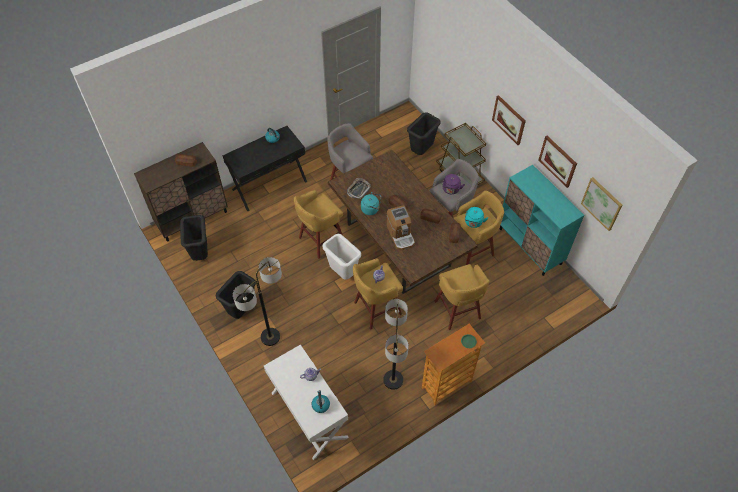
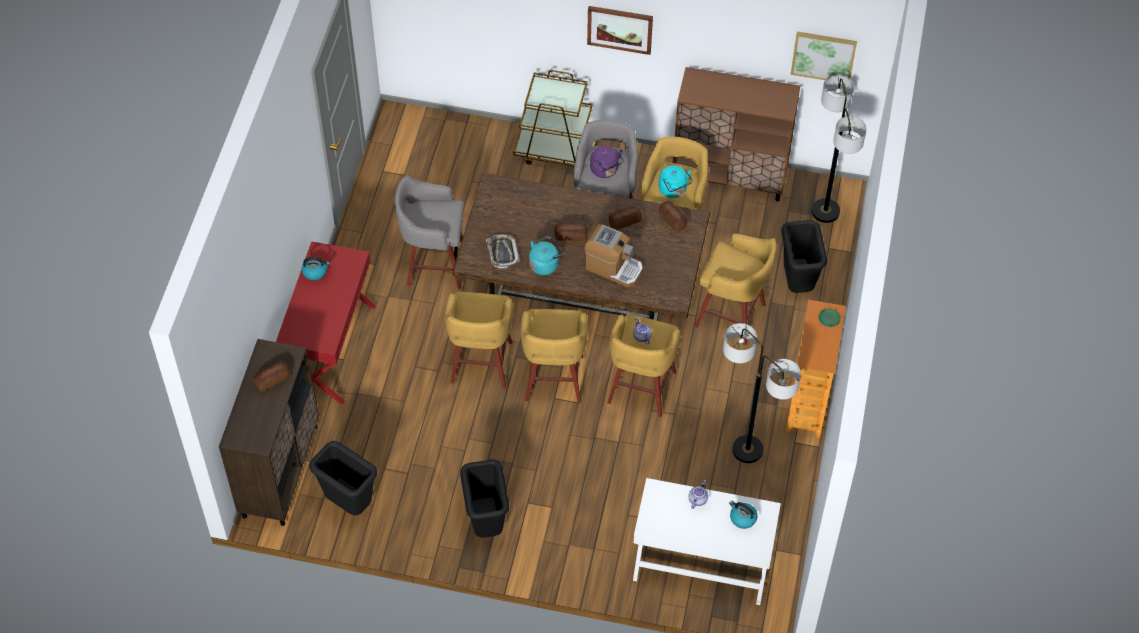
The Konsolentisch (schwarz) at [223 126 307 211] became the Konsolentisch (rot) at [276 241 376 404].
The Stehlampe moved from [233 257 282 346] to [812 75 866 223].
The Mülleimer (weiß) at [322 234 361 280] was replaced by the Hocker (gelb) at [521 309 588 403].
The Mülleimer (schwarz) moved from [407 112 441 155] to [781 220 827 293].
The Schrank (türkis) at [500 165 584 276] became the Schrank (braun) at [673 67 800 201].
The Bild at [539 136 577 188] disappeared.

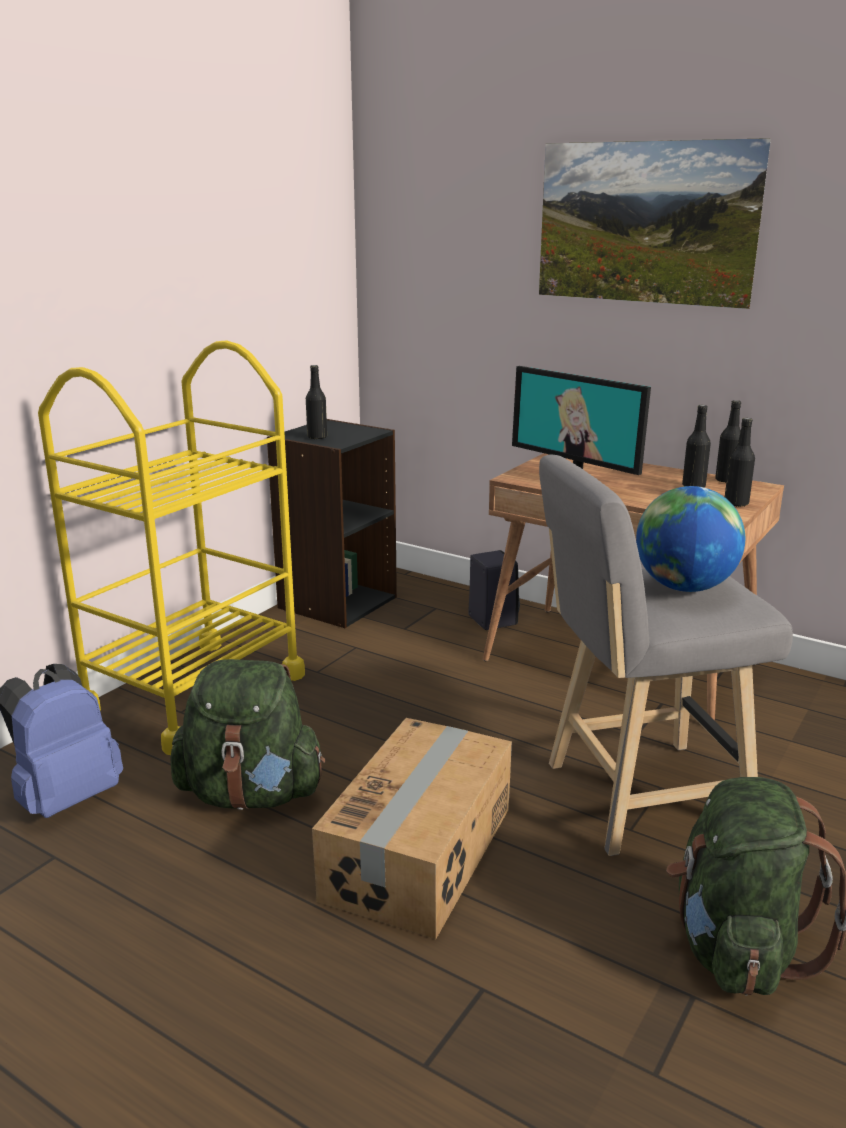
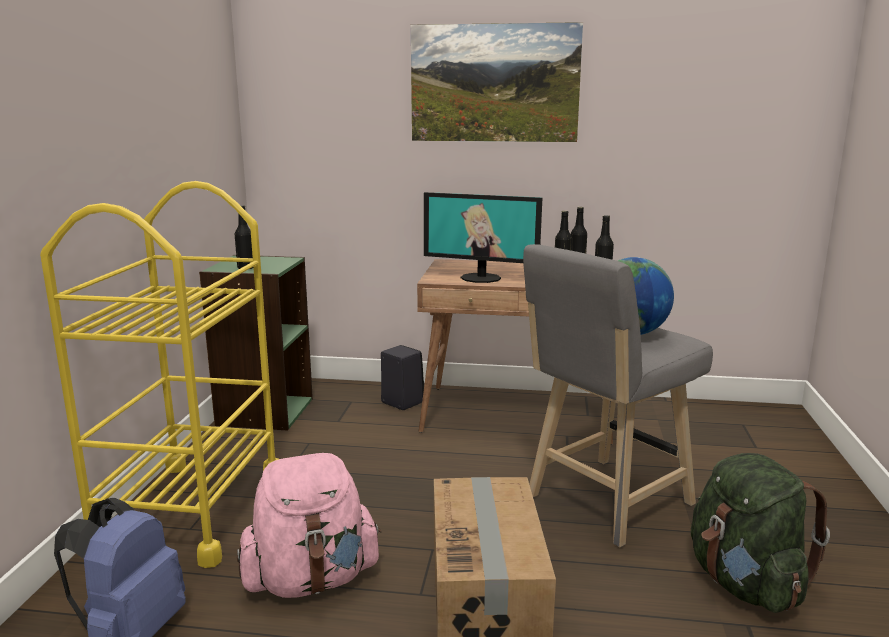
The Rucksack (grün) at [170 659 325 810] became the Rucksack (rosa) at [237 453 381 598].
The Bücherregal (schwarz) at [267 419 397 628] became the Bücherregal (grün) at [199 255 313 431].

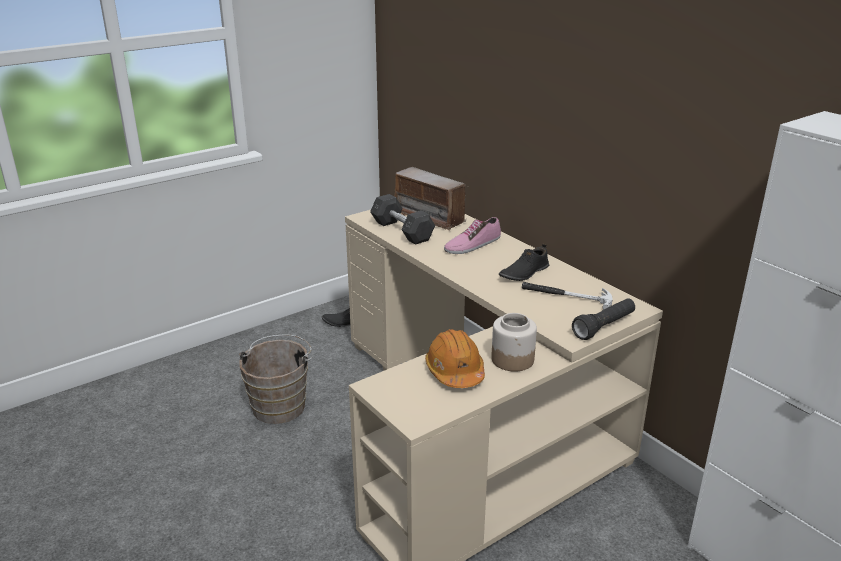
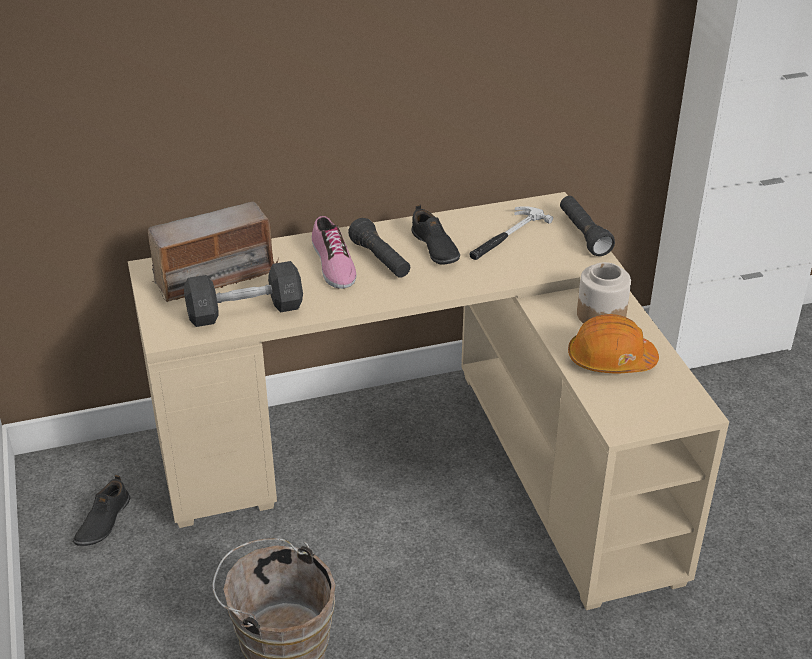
The Taschenlampe (schwarz) at [348 218 410 278] appeared.

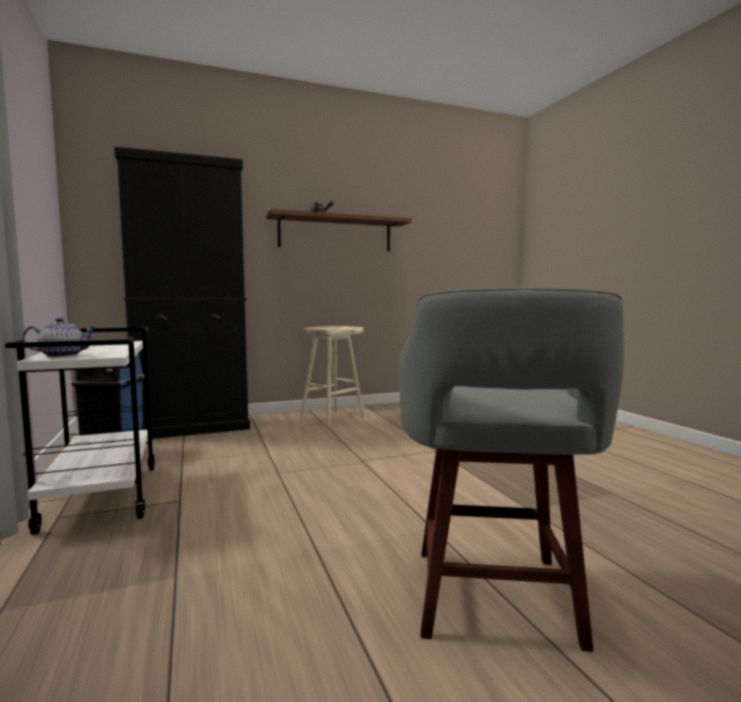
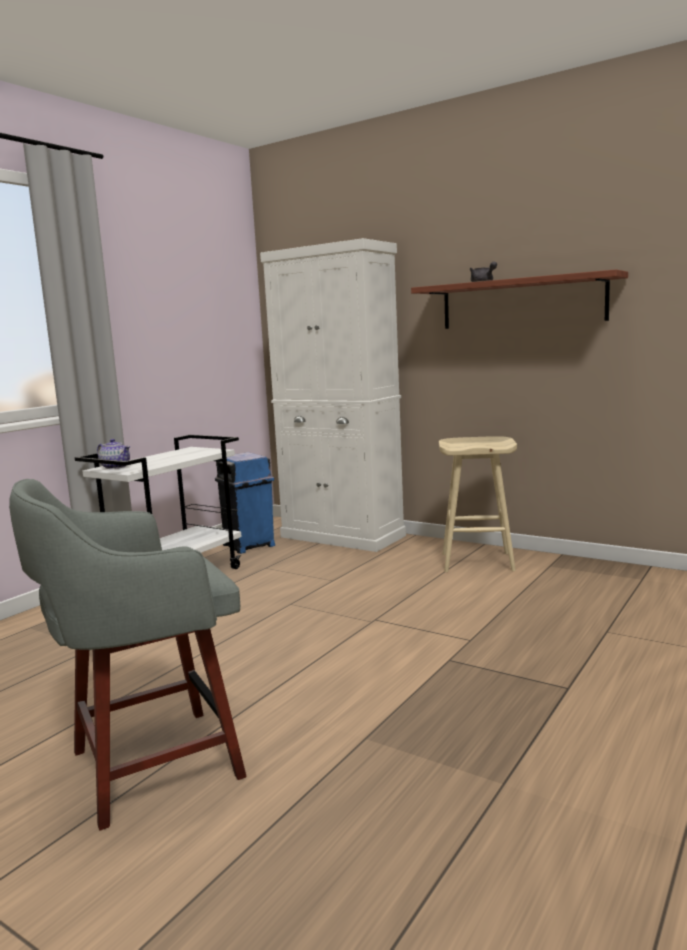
The Schrank (schwarz) at [114 147 250 439] became the Schrank (weiß) at [260 238 406 552].

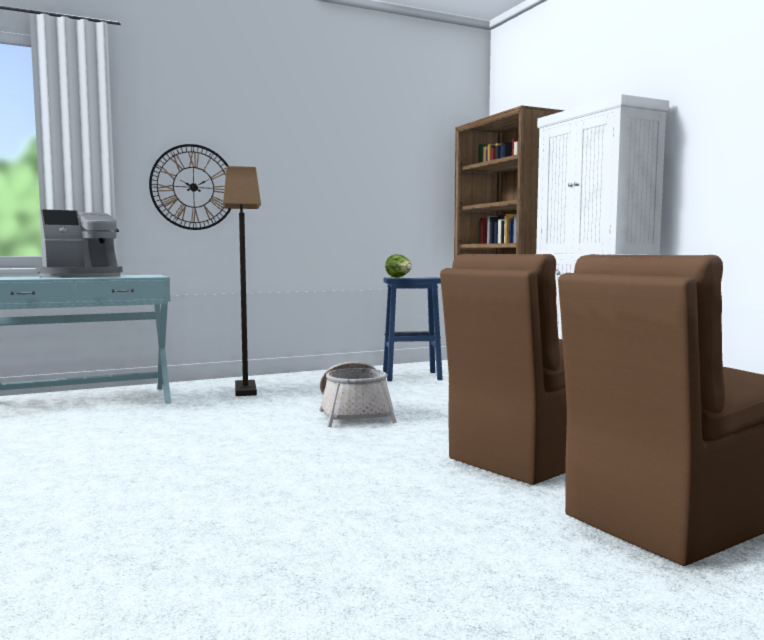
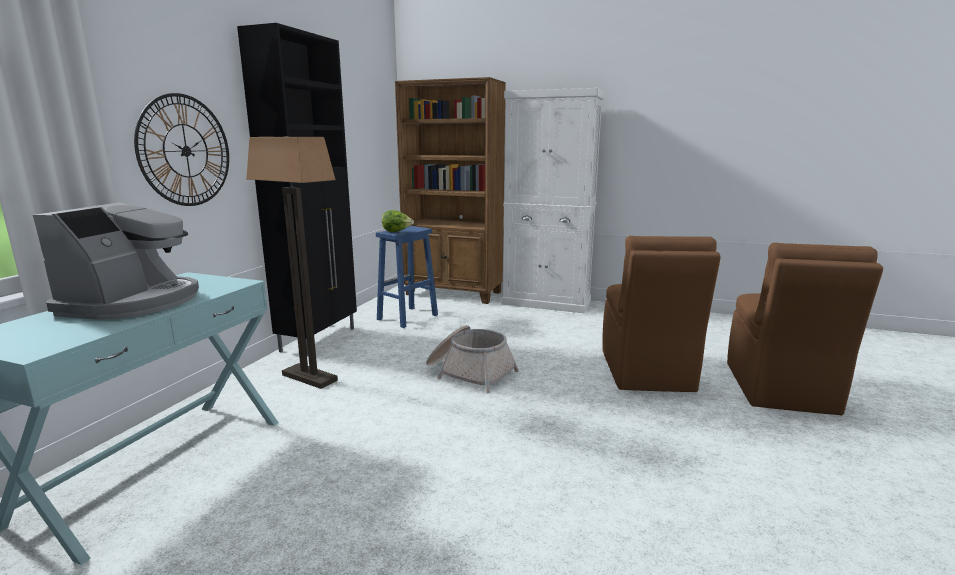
The Schrank (schwarz) at [237 23 357 357] appeared.

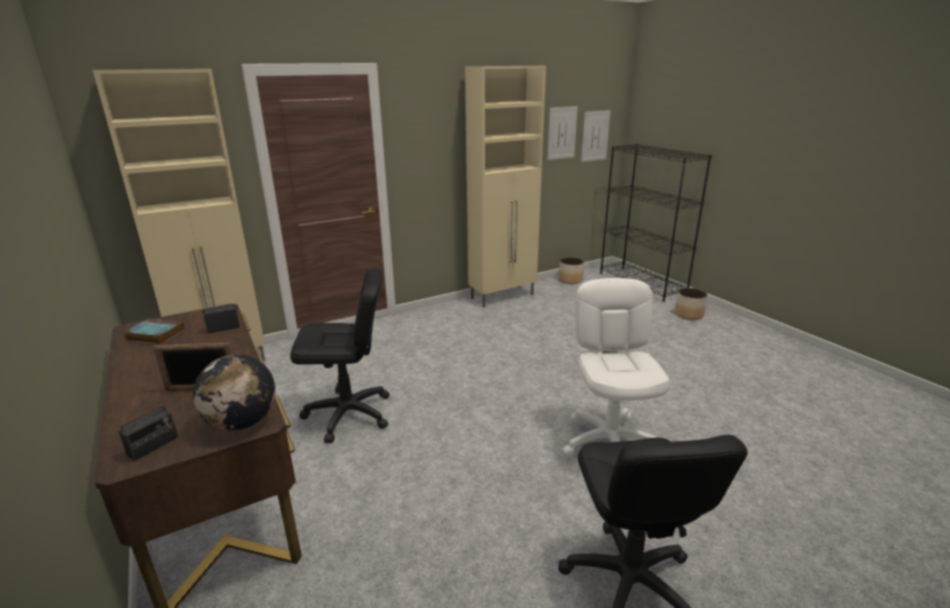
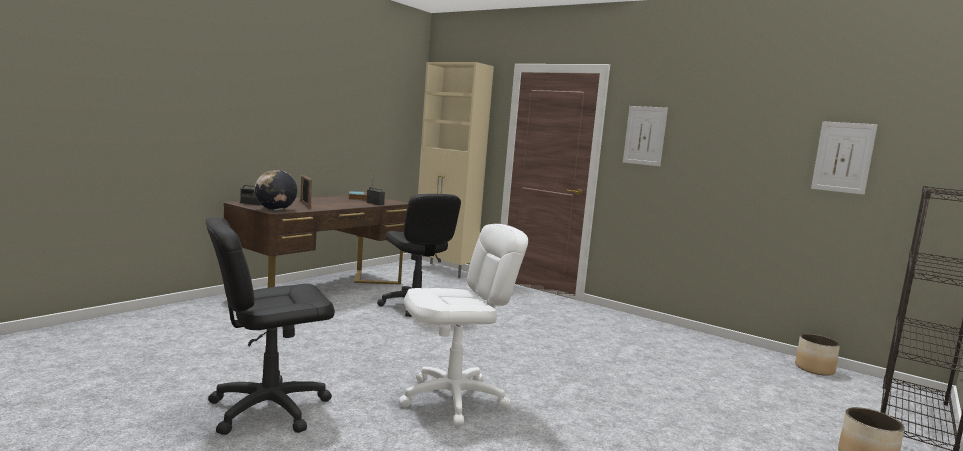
The Schrank (beige) at [465 66 546 307] disappeared.
The Bild moved from [581 110 611 162] to [623 106 668 166].

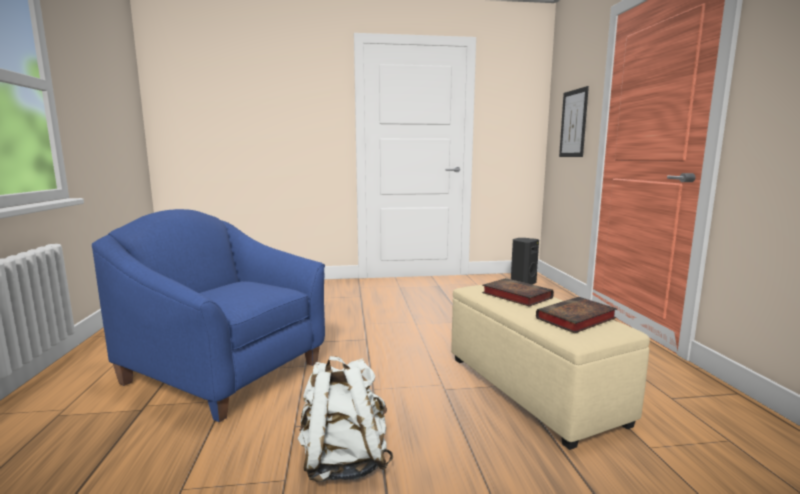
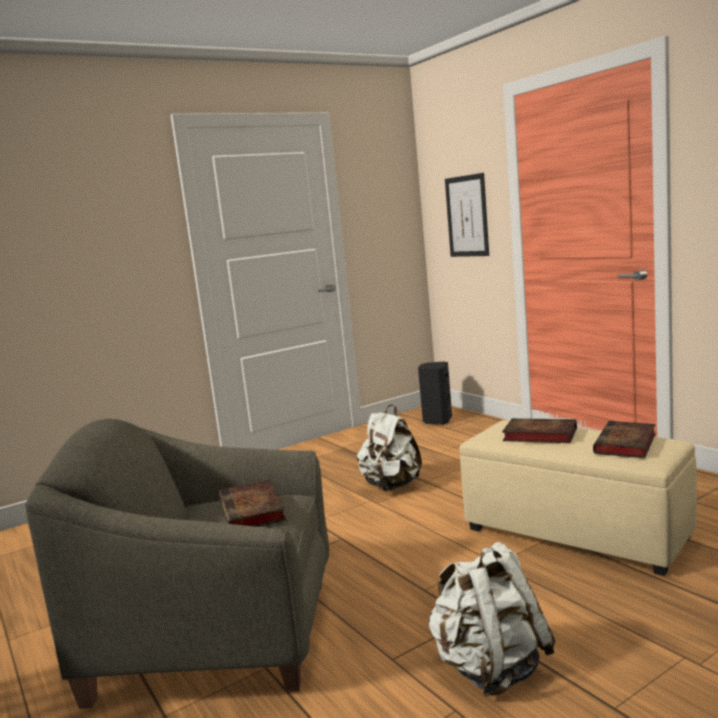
The Sessel (blau) at [92 209 325 422] became the Sessel (grau) at [25 419 329 709].
The Buch at [219 480 286 527] appeared.
The Rucksack (weiß) at [357 404 422 491] appeared.

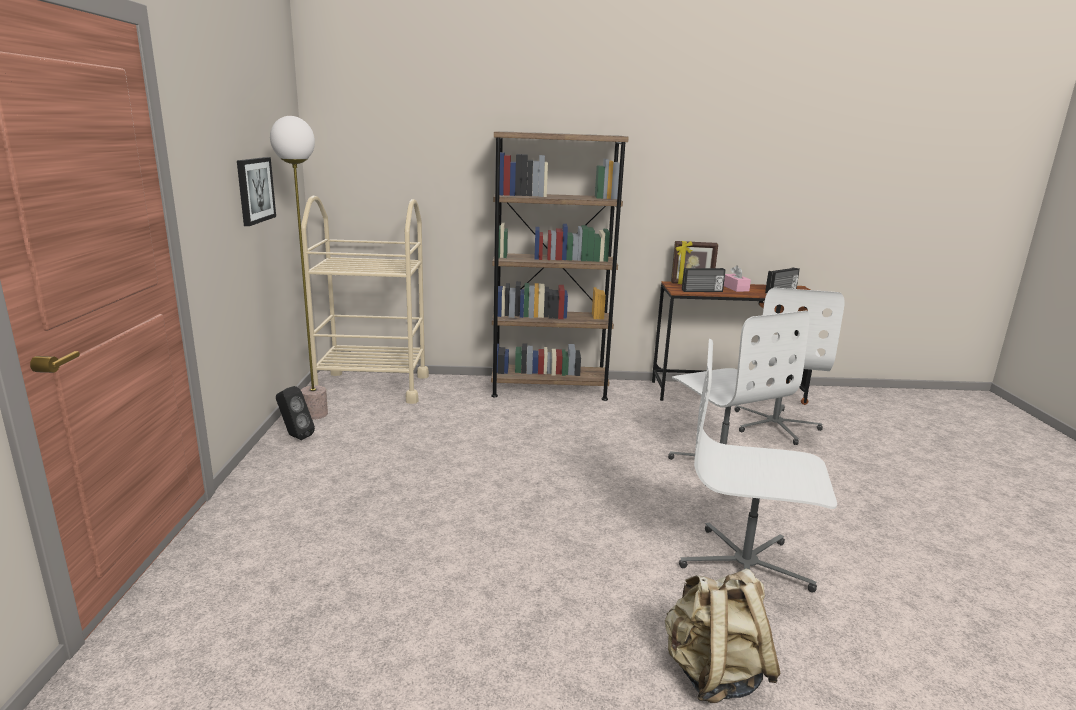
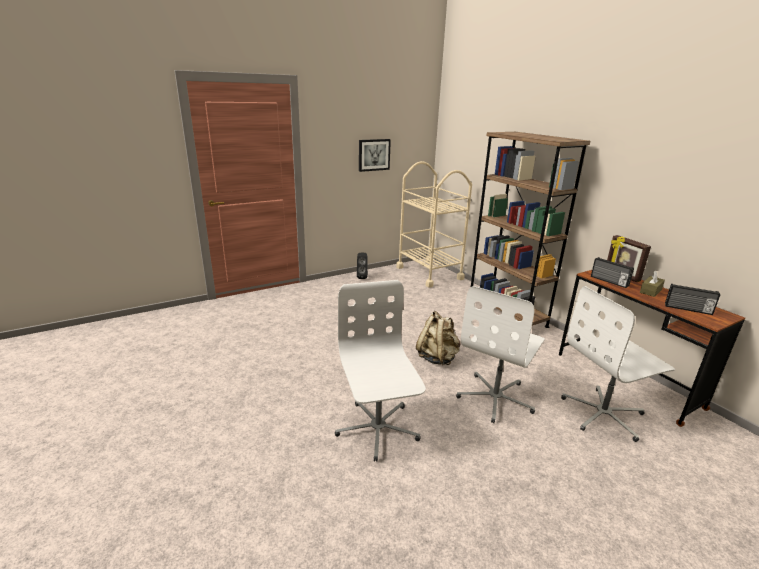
The Stehlampe at [270 116 328 420] disappeared.
The Rucksack (beige) moved from [665 569 781 703] to [416 311 461 365].
The Taschentuchbox (rosa) at [724 265 751 292] became the Taschentuchbox (braun) at [640 271 665 297].

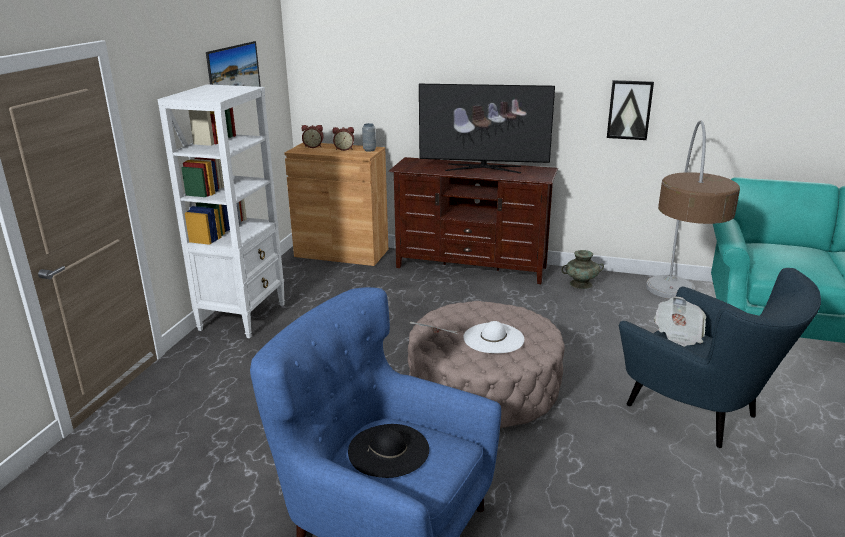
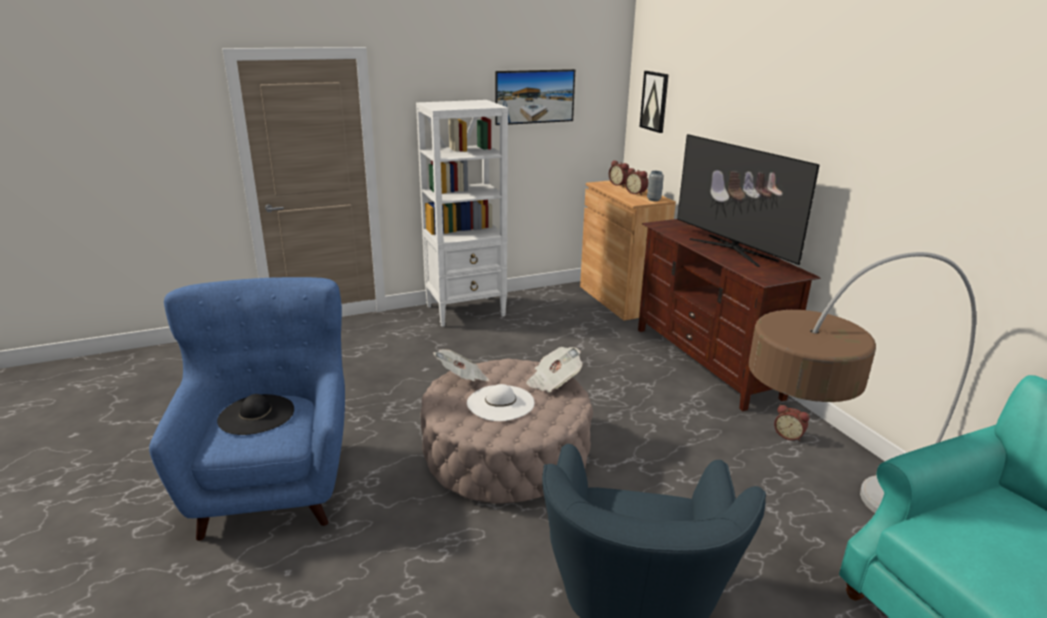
The Vase (türkis) at [561 250 604 289] was replaced by the Wecker at [774 405 810 441].
The Bild moved from [607 80 654 140] to [640 71 669 133].
The Zeitung moved from [654 297 706 347] to [526 347 582 393].

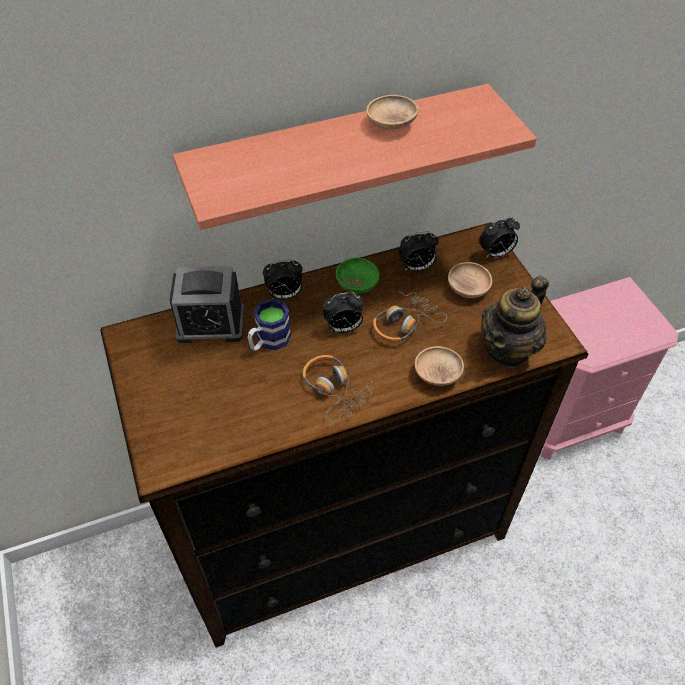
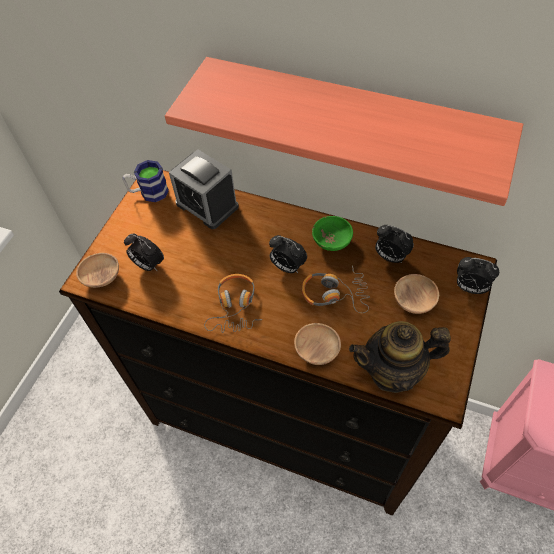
The Henkelbecher moved from [248 299 291 351] to [123 160 169 202].
The Wecker moved from [263 259 303 300] to [124 234 164 272].
The Schüssel (braun) moved from [366 95 418 130] to [76 253 119 288].

